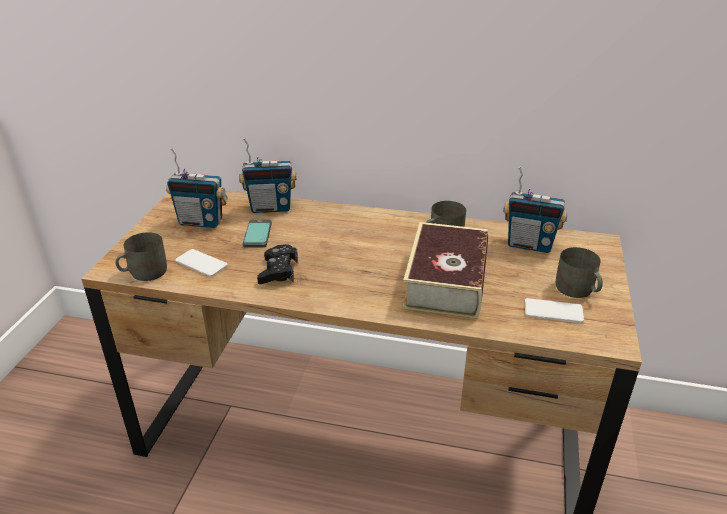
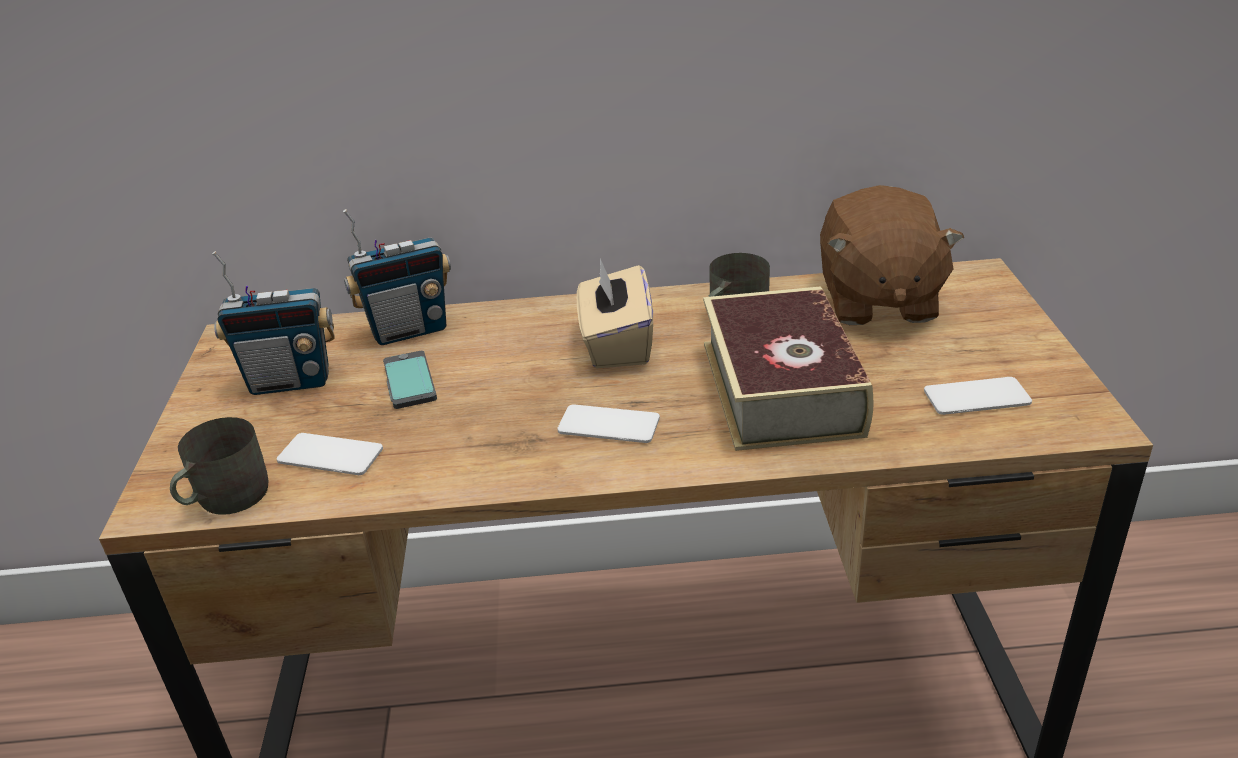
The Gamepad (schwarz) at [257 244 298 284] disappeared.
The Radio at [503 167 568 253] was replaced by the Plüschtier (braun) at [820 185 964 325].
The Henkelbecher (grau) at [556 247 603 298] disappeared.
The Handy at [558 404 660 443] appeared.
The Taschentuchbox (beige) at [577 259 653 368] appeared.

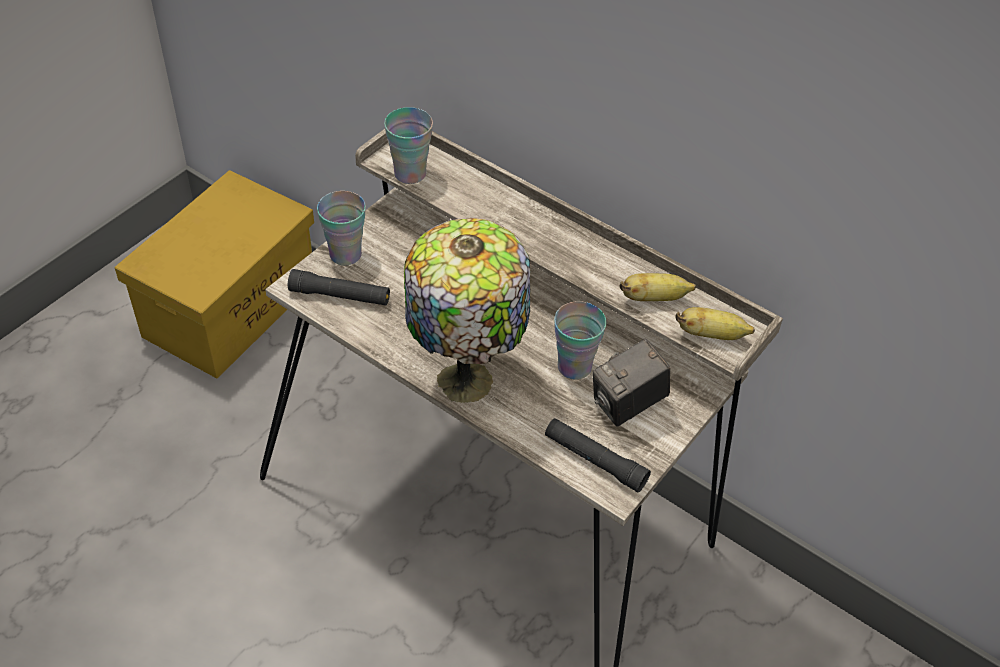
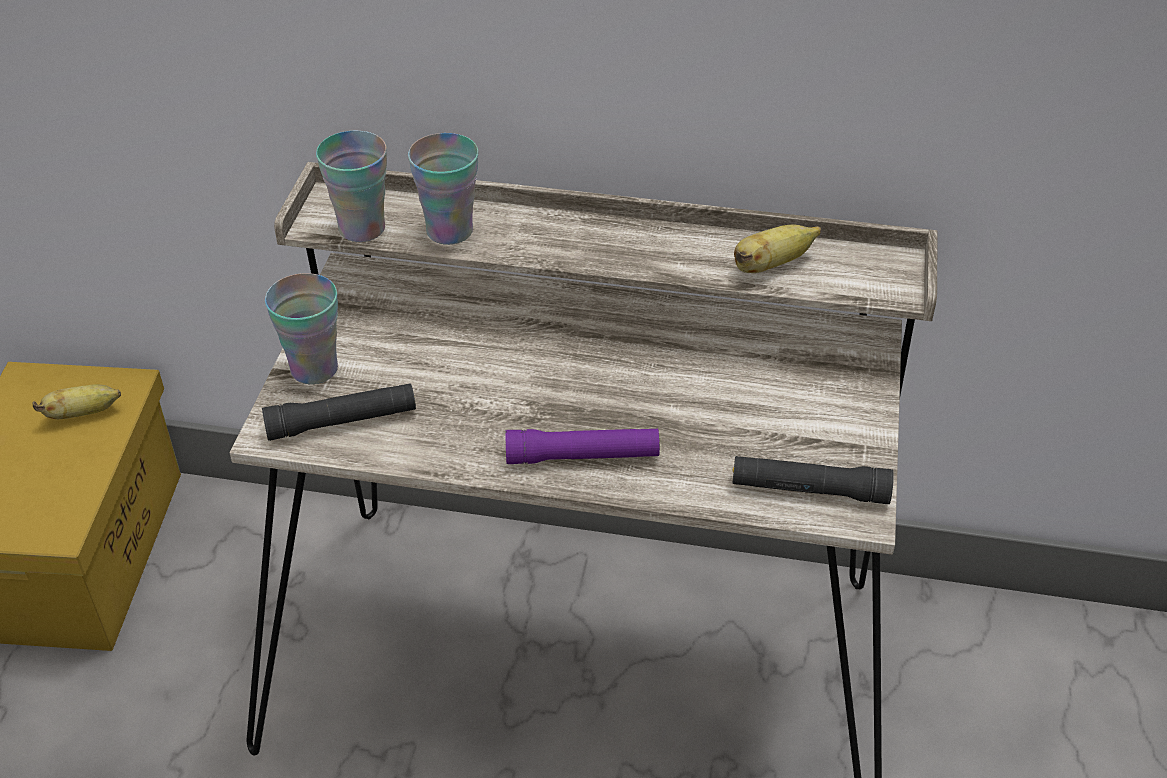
The Tischlampe at [404 218 530 403] was replaced by the Taschenlampe (lila) at [506 429 660 464].
The Tasse moved from [554 301 606 380] to [408 133 479 245].
The Kamera at [592 339 670 427] disappeared.
The Banane moved from [675 307 755 340] to [32 384 121 419].

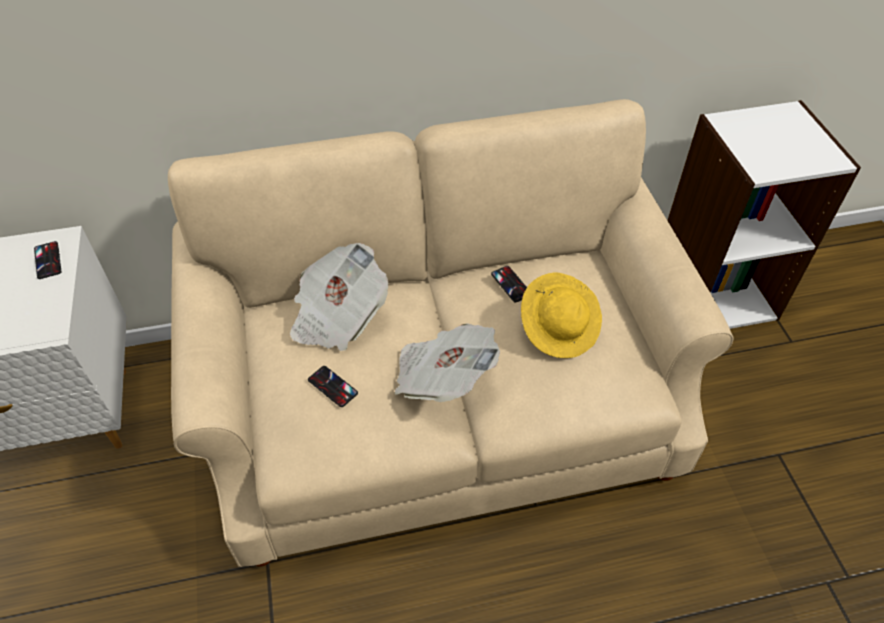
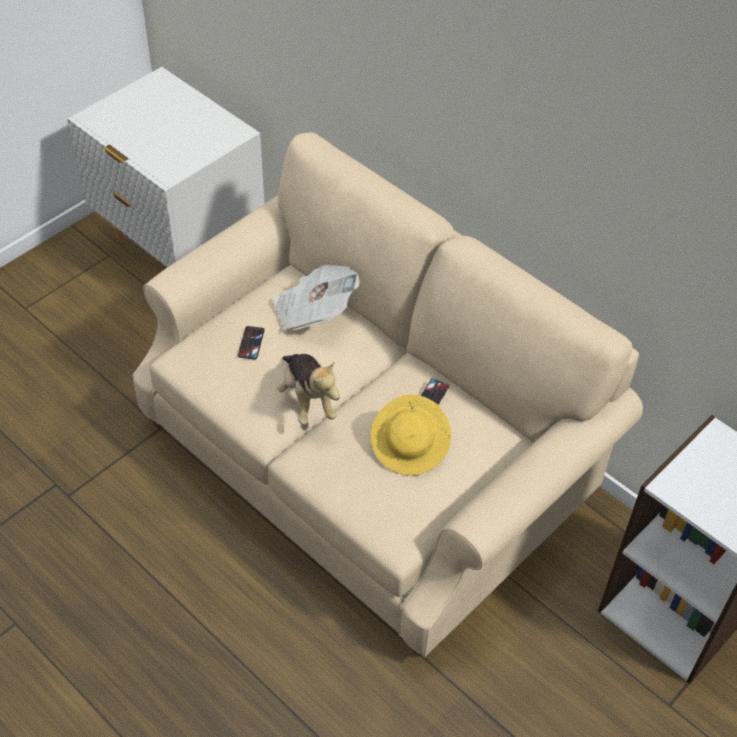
The Handy at [34 241 62 279] disappeared.
The Zeitung at [395 323 500 402] was replaced by the Plüschtier at [277 354 340 424].

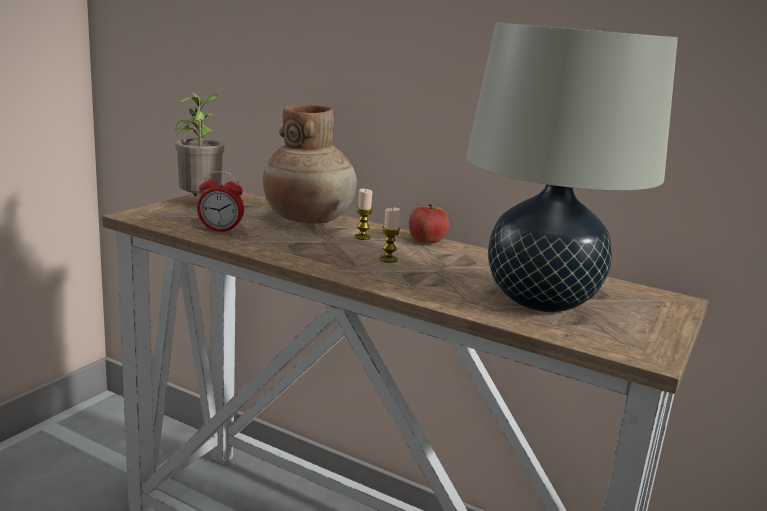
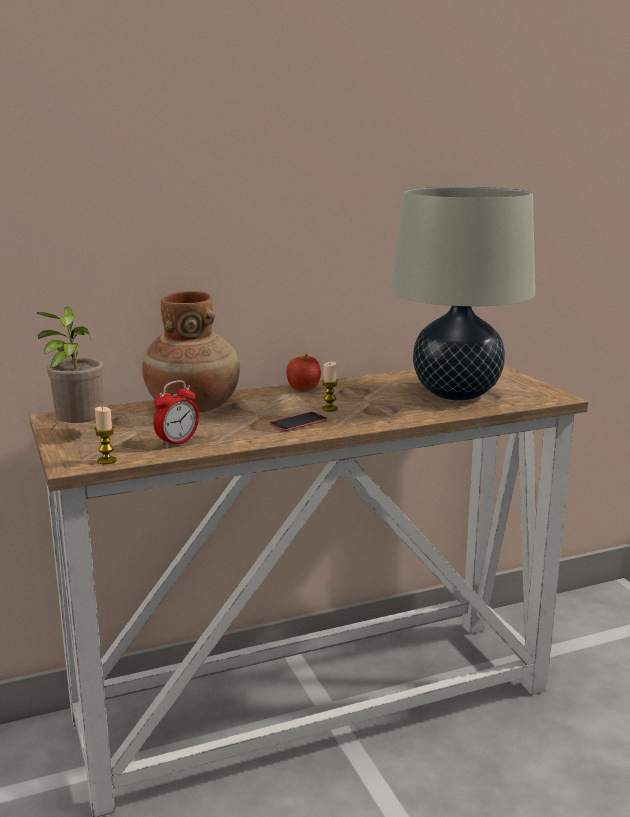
The Kerze moved from [355 189 373 240] to [94 407 116 465].
The Handy at [269 412 328 431] appeared.

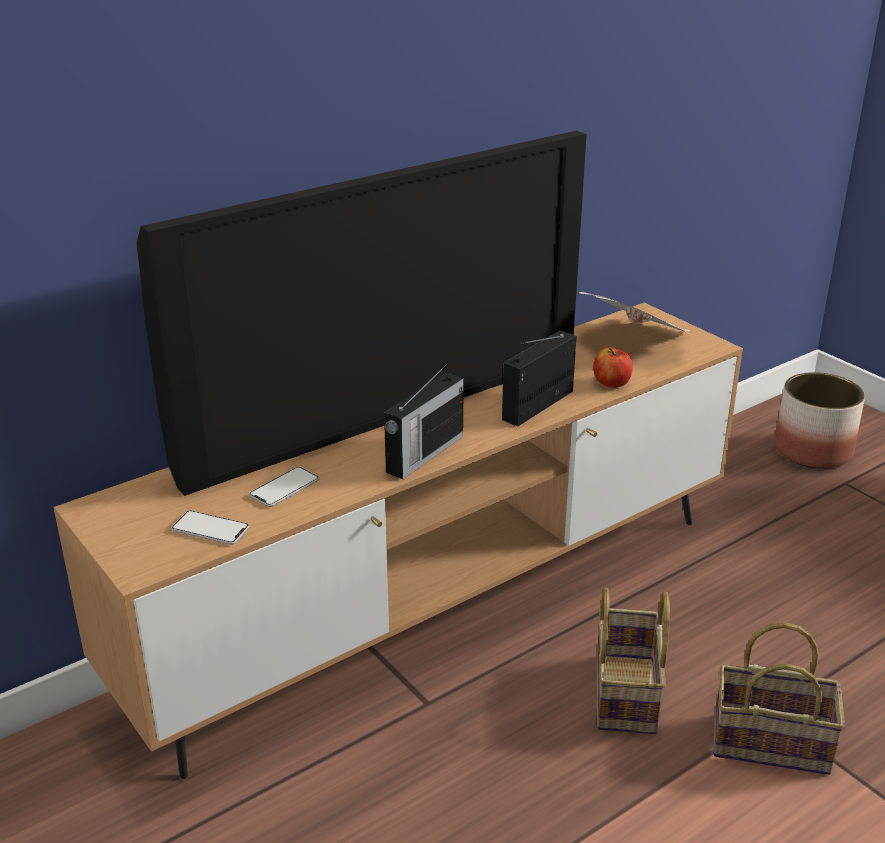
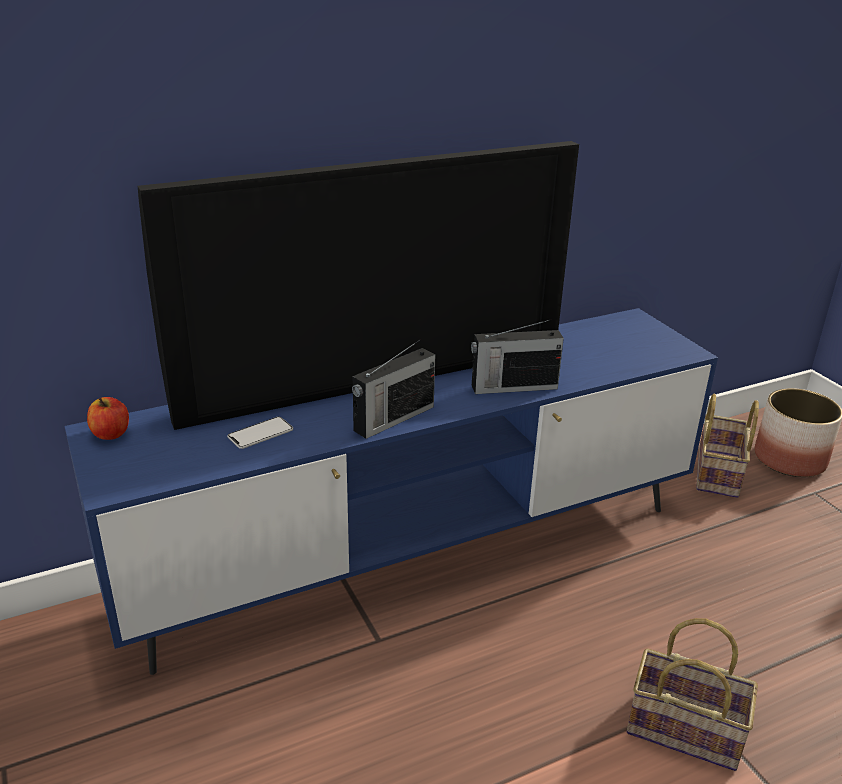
The Fernsehschrank (braun) at [53 303 743 779] became the Fernsehschrank (blau) at [64 308 718 675].
The Handy at [171 511 250 545] disappeared.
The Radio at [502 330 576 427] turned 150 degrees counterclockwise.
The Zeitung at [579 292 690 334] disappeared.
The Apfel moved from [593 347 633 388] to [87 397 129 440].
The Korb moved from [597 587 670 734] to [696 394 759 498].

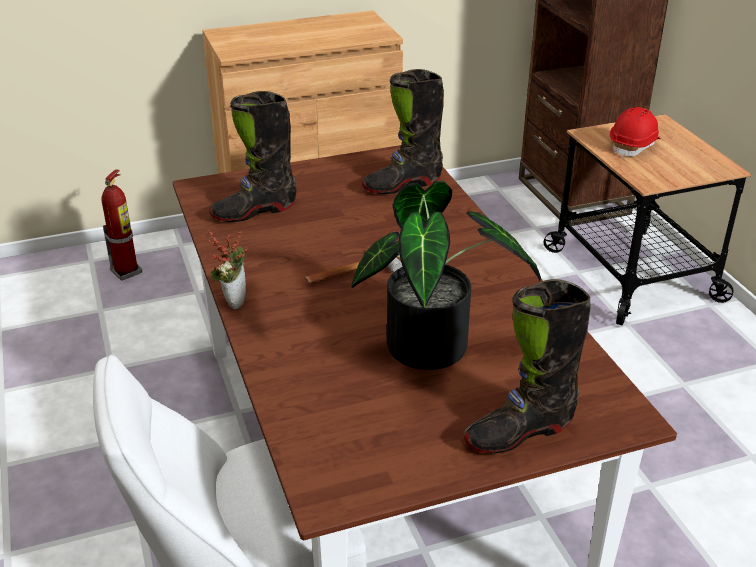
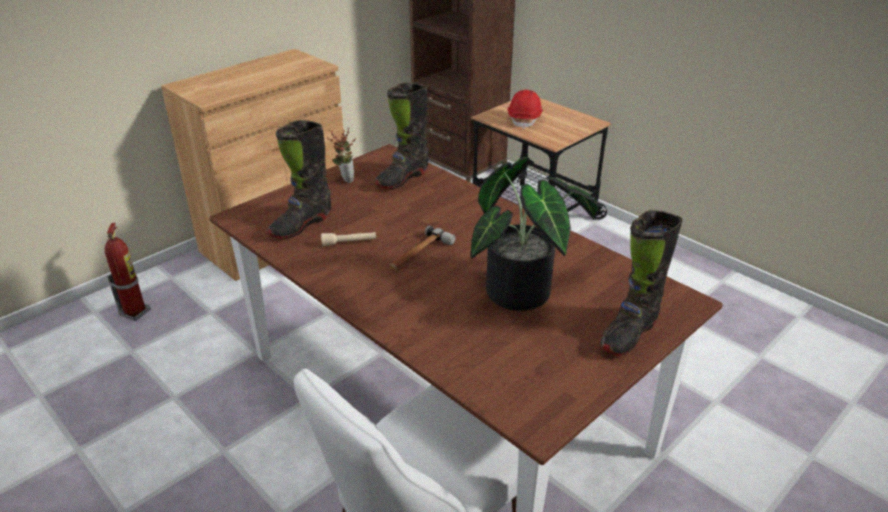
The Topfpflanze moved from [208 230 248 310] to [327 128 356 183].
The Taschenlampe (beige) at [321 232 376 246] appeared.

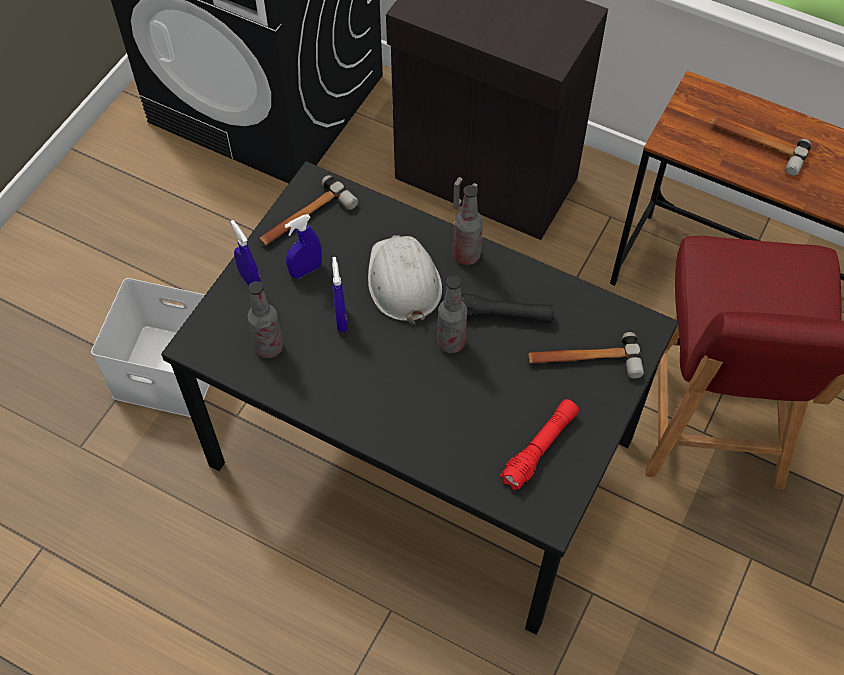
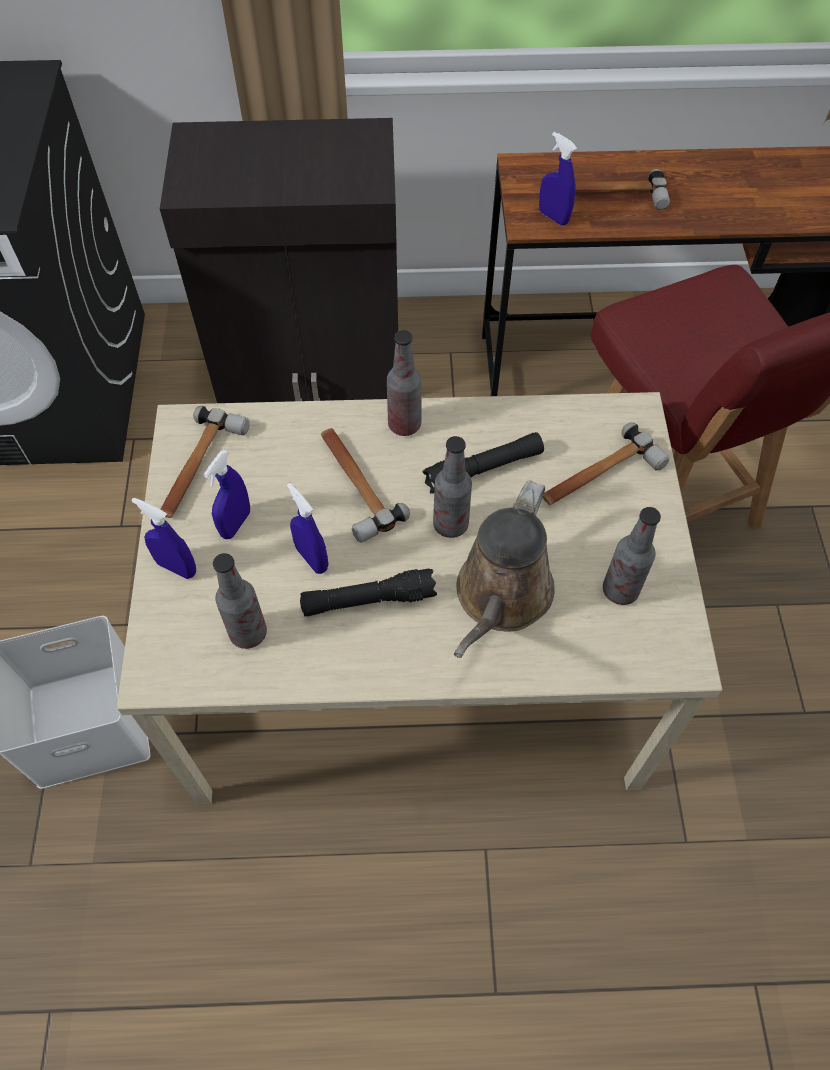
The Esstisch (schwarz) at [161 161 678 635] became the Esstisch (beige) at [117 392 722 804].
The Schutzhelm (weiß) at [368 235 442 325] was replaced by the Hammer at [321 428 410 543].
The Taschenlampe (rot) at [500 399 579 490] was replaced by the Flasche at [603 507 661 605].
The Taschenlampe (schwarz) at [300 569 437 616] appeared.
The Gießkanne (braun) at [454 480 555 658] appeared.
The Sprühflasche (blau) at [539 132 577 226] appeared.

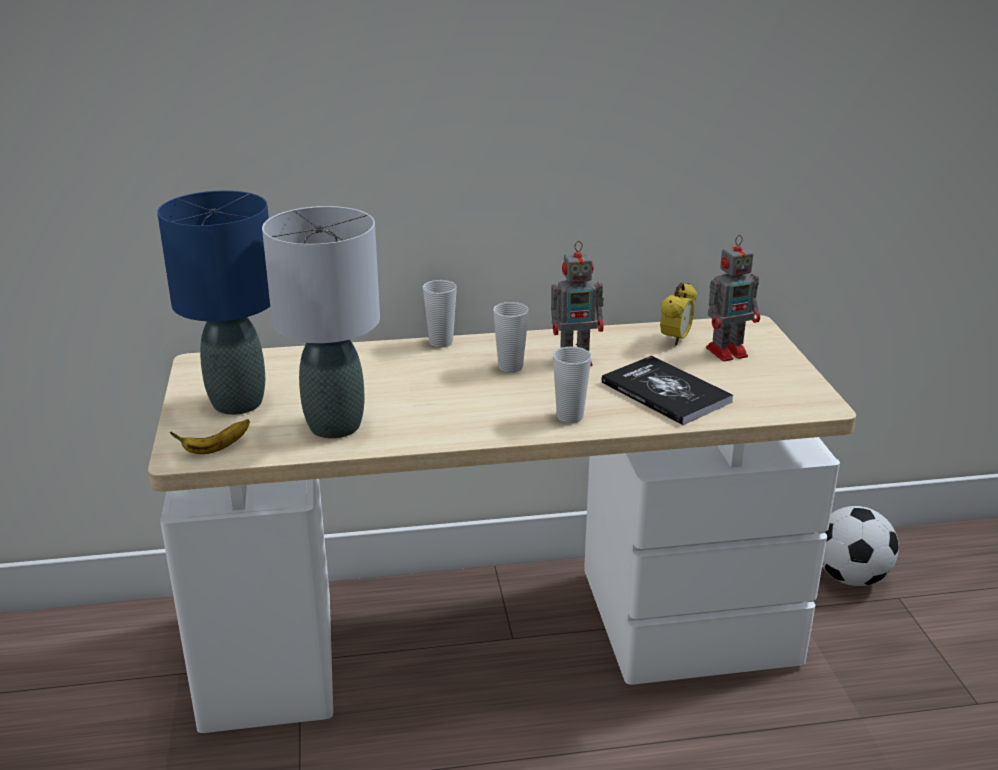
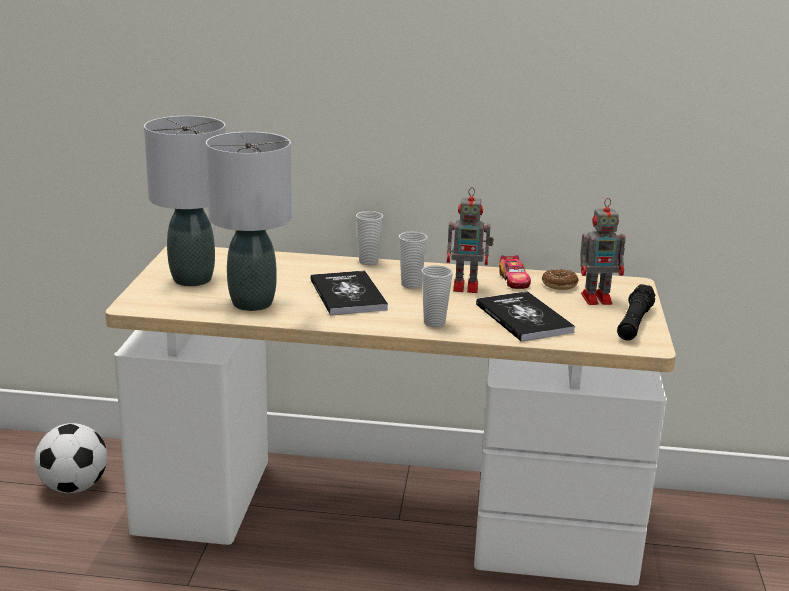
The Tischlampe (blau) at [157 191 270 415] became the Tischlampe (grau) at [144 116 226 286].
The Banane at [170 419 250 454] disappeared.
The Wecker at [660 282 697 346] was replaced by the Donut at [542 269 579 290].
The Fußball moved from [822 506 899 586] to [35 423 107 493].
The Buch at [310 270 388 315] appeared.
The Spielzeugauto at [499 255 531 289] appeared.
The Taschenlampe (schwarz) at [617 284 655 340] appeared.

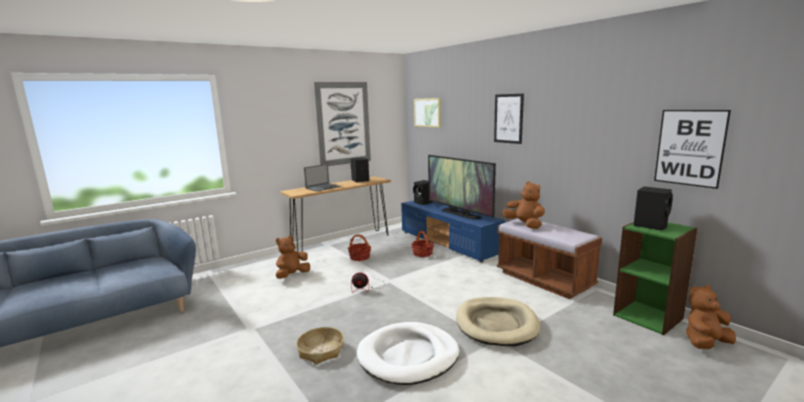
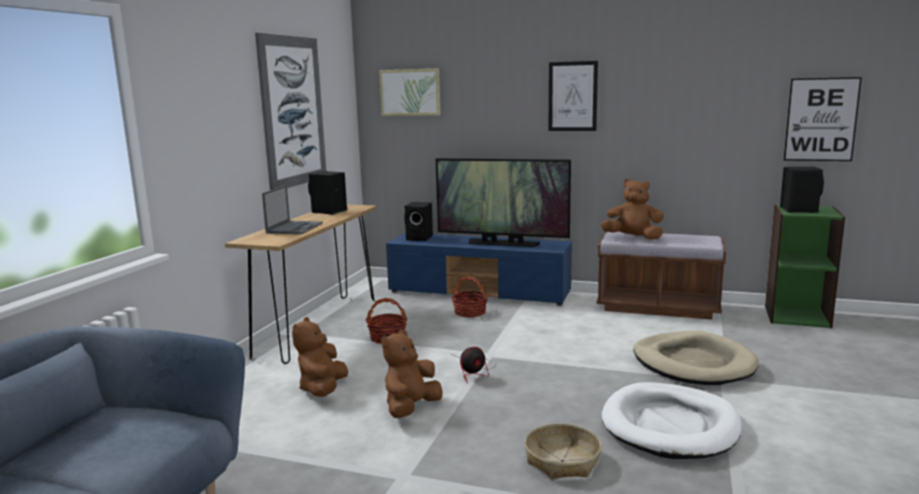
The Plüschtier (braun) moved from [686 285 736 349] to [381 329 443 418].

